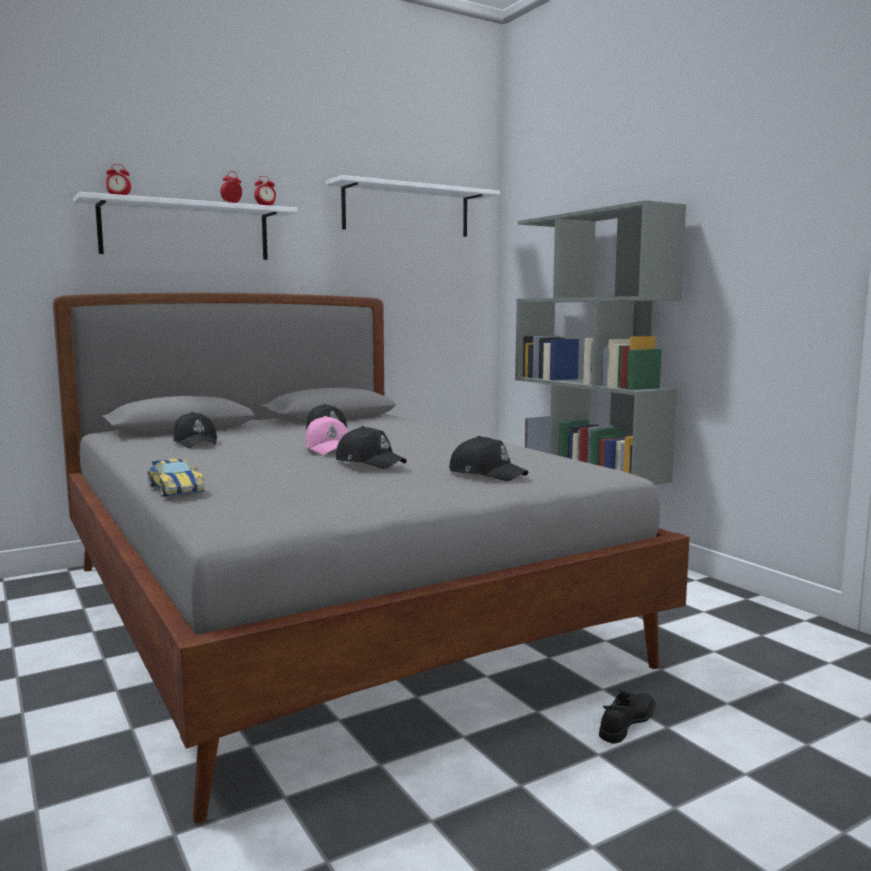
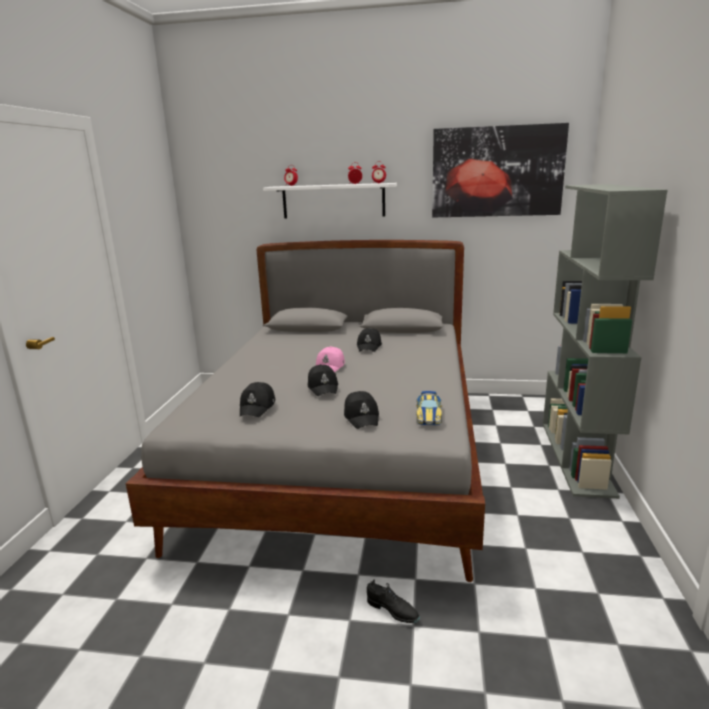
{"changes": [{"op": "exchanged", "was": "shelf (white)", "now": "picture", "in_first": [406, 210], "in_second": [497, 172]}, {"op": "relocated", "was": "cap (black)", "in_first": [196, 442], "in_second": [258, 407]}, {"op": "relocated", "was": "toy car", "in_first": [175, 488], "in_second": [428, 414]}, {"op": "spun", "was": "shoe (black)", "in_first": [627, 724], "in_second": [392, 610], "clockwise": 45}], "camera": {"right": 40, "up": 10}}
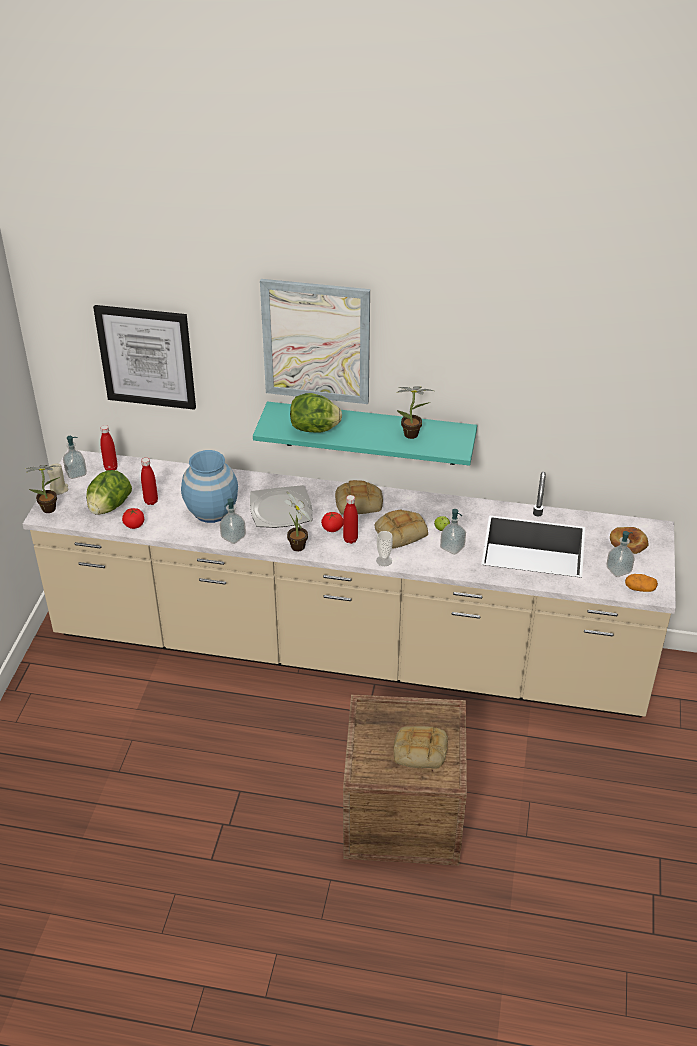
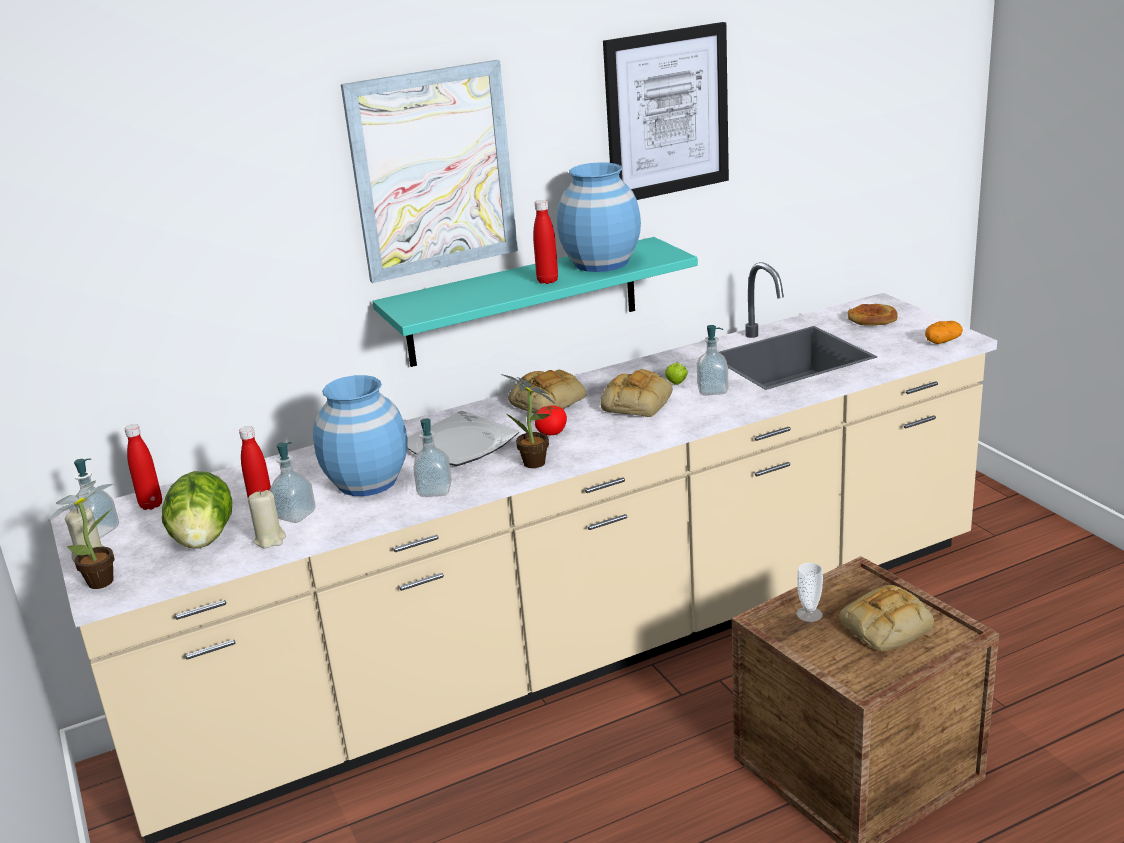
{"changes": [{"op": "relocated", "was": "picture", "in_first": [146, 357], "in_second": [667, 113]}, {"op": "exchanged", "was": "potted plant", "now": "vase (blue)", "in_first": [413, 435], "in_second": [601, 263]}, {"op": "missing", "was": "lettuce", "in_first": [314, 429]}, {"op": "relocated", "was": "bottle (red)", "in_first": [350, 539], "in_second": [547, 281]}, {"op": "exchanged", "was": "tomato", "now": "candle (beige)", "in_first": [134, 525], "in_second": [270, 539]}, {"op": "relocated", "was": "cup", "in_first": [384, 561], "in_second": [809, 614]}, {"op": "relocated", "was": "soap dispenser", "in_first": [618, 570], "in_second": [295, 515]}], "camera": {"right": -35, "up": -15}}
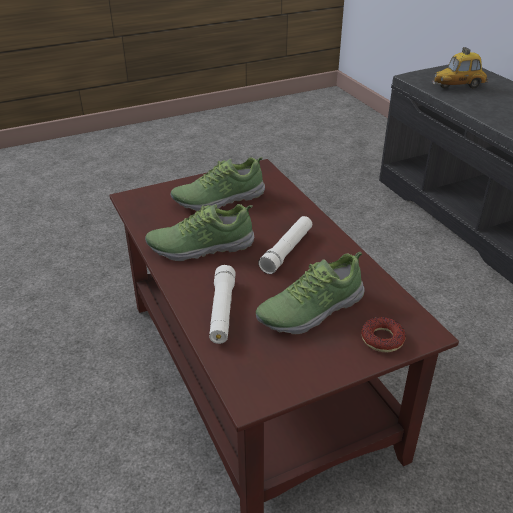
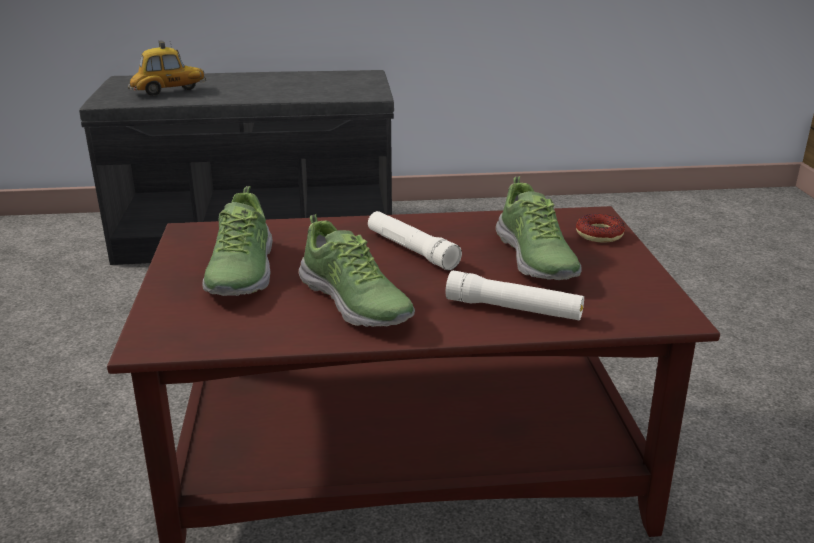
{"changes": [{"op": "spun", "was": "toy car", "in_first": [458, 86], "in_second": [168, 91], "clockwise": -120}, {"op": "spun", "was": "shoe", "in_first": [200, 246], "in_second": [355, 303], "clockwise": -45}], "camera": {"right": -70, "up": -10}}
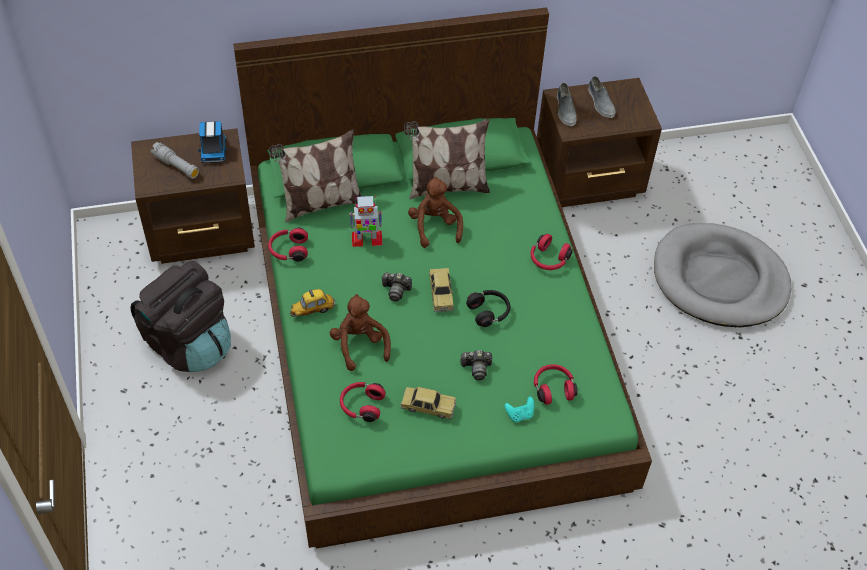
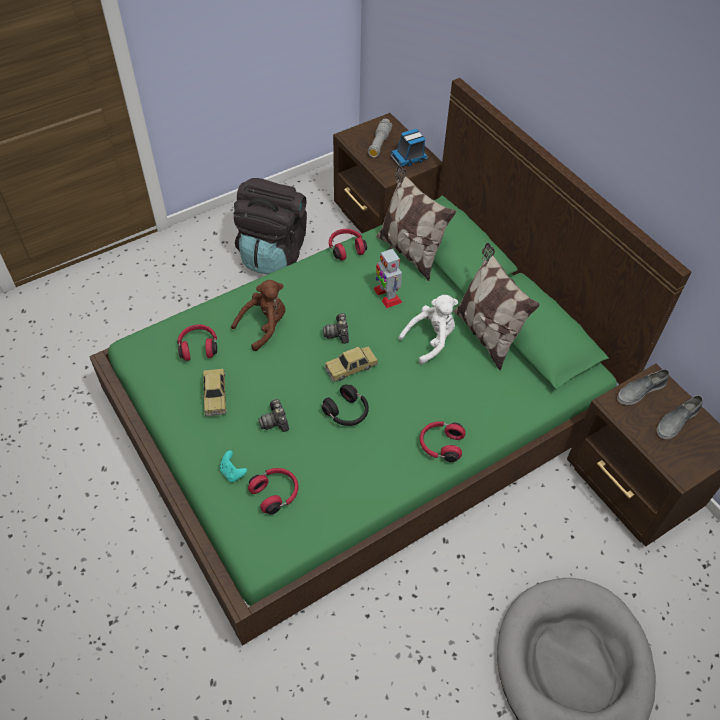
{"changes": [{"op": "colour", "was": "plush toy (brown)", "now": "plush toy (white)", "in_first": [435, 226], "in_second": [431, 340]}, {"op": "missing", "was": "toy car", "in_first": [312, 310]}], "camera": {"right": 70, "up": 0}}
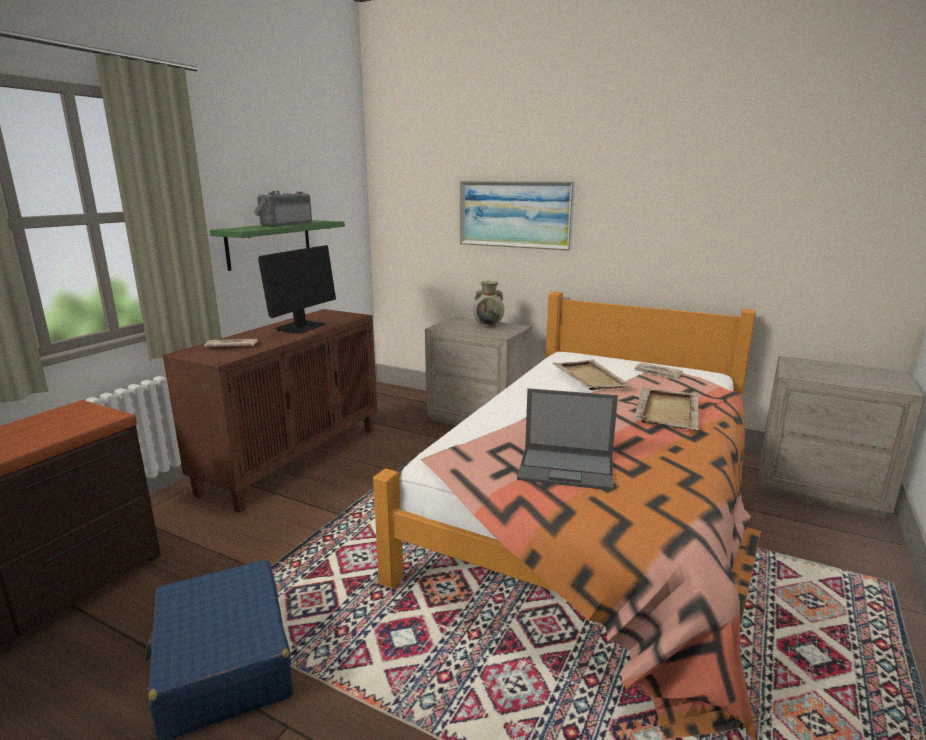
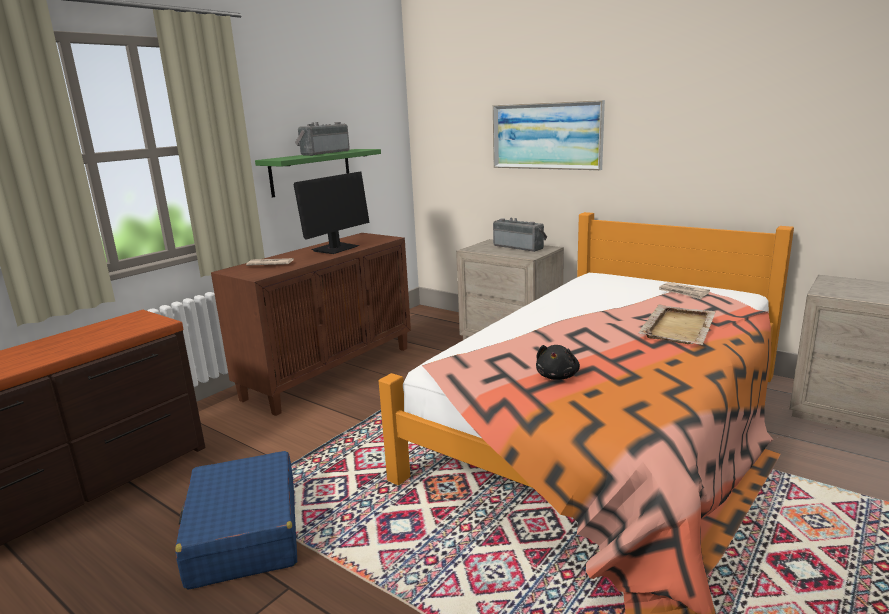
{"changes": [{"op": "exchanged", "was": "vase (beige)", "now": "radio", "in_first": [488, 325], "in_second": [520, 247]}, {"op": "missing", "was": "tray (beige)", "in_first": [590, 377]}, {"op": "exchanged", "was": "laptop", "now": "plush toy (black)", "in_first": [567, 468], "in_second": [557, 376]}], "camera": {"right": 10, "up": 0}}
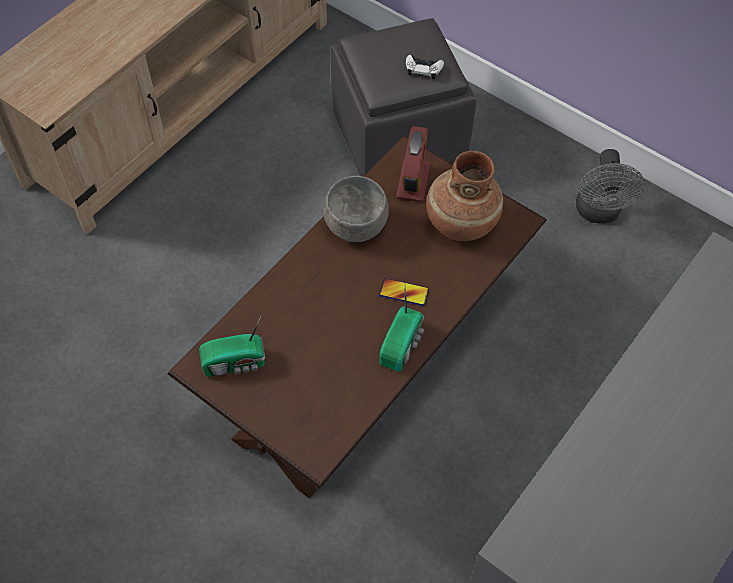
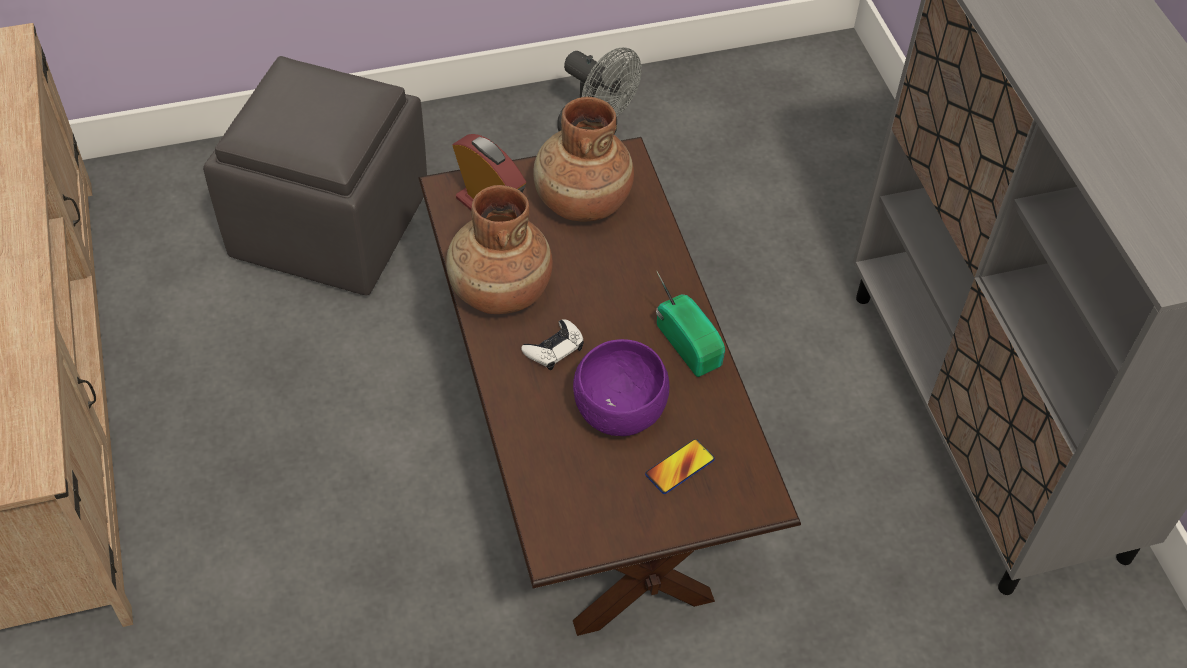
{"changes": [{"op": "relocated", "was": "game controller (white)", "in_first": [423, 69], "in_second": [554, 348]}, {"op": "exchanged", "was": "bowl (grey)", "now": "vase (brown)", "in_first": [355, 226], "in_second": [500, 291]}, {"op": "relocated", "was": "phone", "in_first": [403, 292], "in_second": [679, 467]}, {"op": "missing", "was": "radio", "in_first": [236, 363]}, {"op": "appeared", "now": "bowl (purple)", "in_second": [618, 411]}], "camera": {"right": -55, "up": -5}}
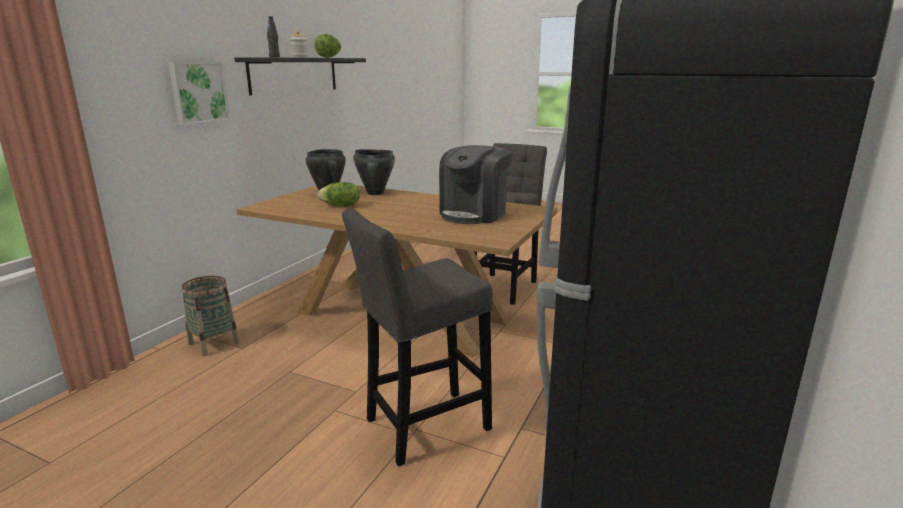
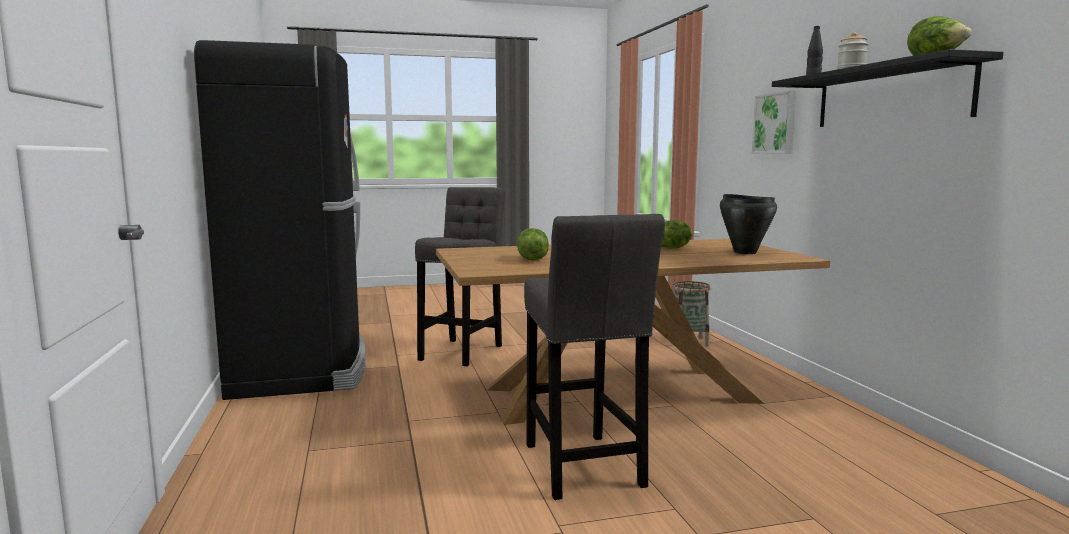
{"changes": [{"op": "exchanged", "was": "coffee machine", "now": "lettuce", "in_first": [474, 214], "in_second": [531, 259]}, {"op": "missing", "was": "cooking pot (black)", "in_first": [375, 193]}], "camera": {"right": 140, "up": -10}}
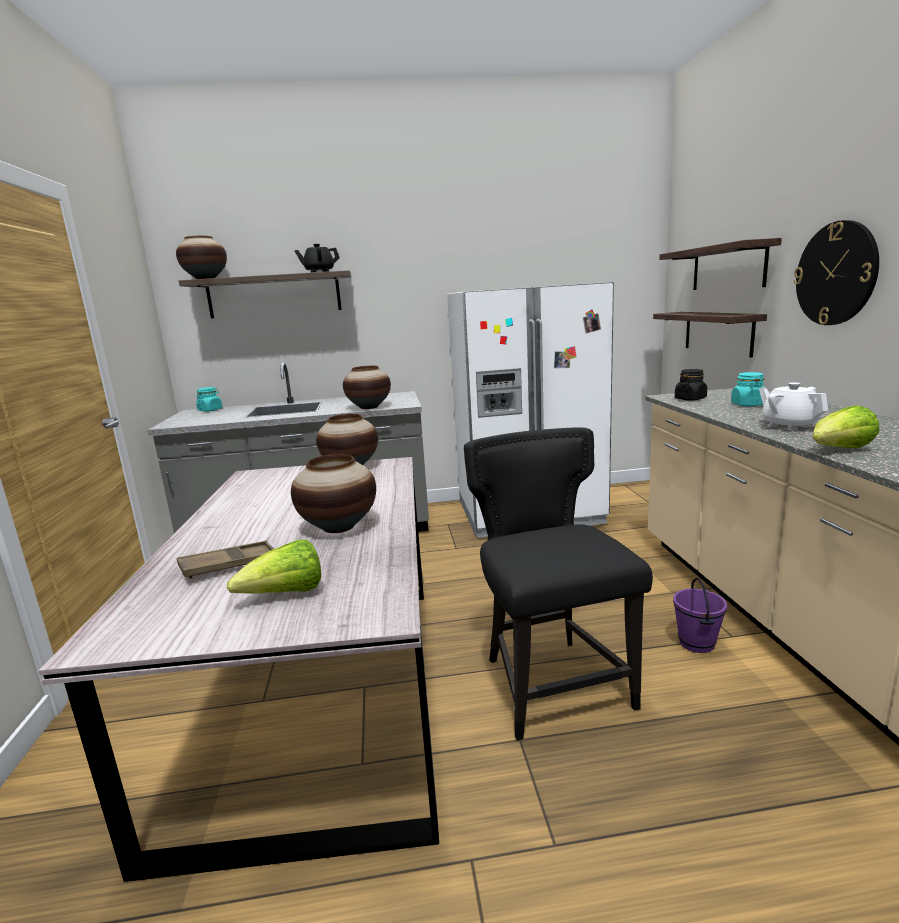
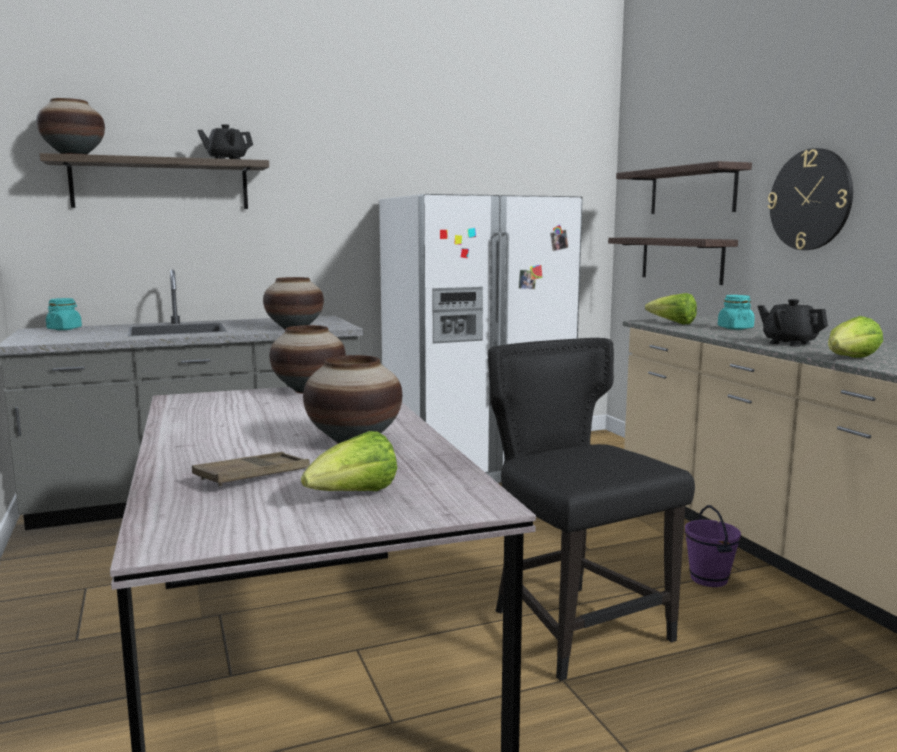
{"changes": [{"op": "exchanged", "was": "jar (black)", "now": "lettuce", "in_first": [690, 399], "in_second": [673, 323]}, {"op": "colour", "was": "teapot (white)", "now": "teapot (black)", "in_first": [789, 426], "in_second": [789, 343]}], "camera": {"right": -15, "up": -5}}
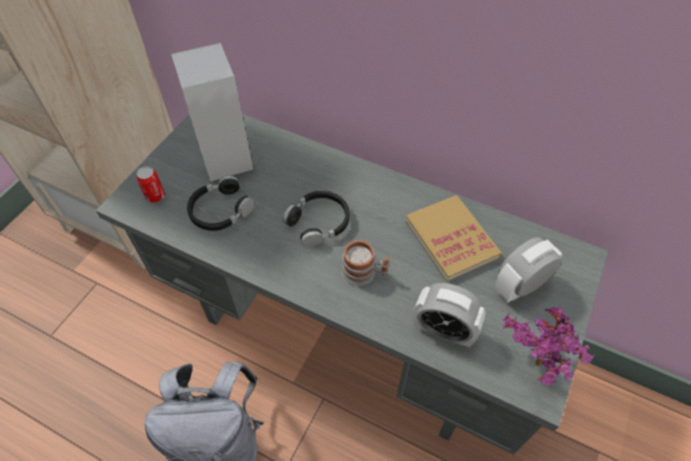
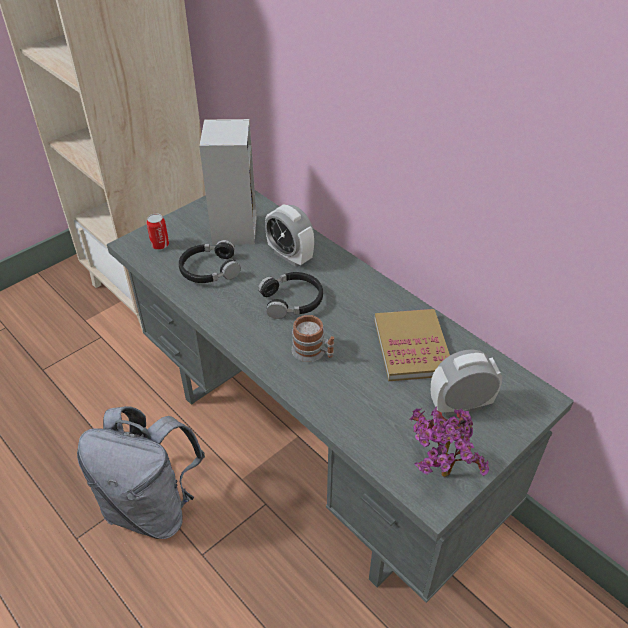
{"changes": [{"op": "relocated", "was": "alarm clock", "in_first": [443, 331], "in_second": [290, 256]}], "camera": {"right": 20, "up": -10}}
